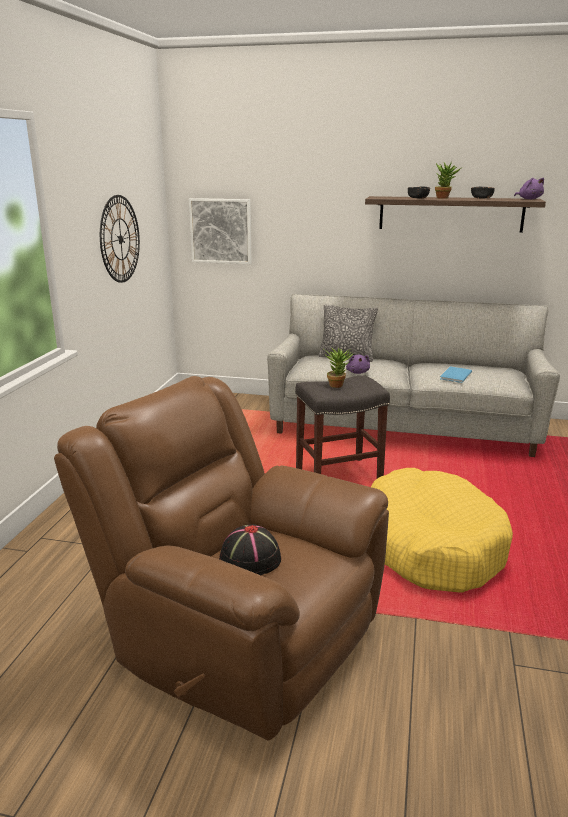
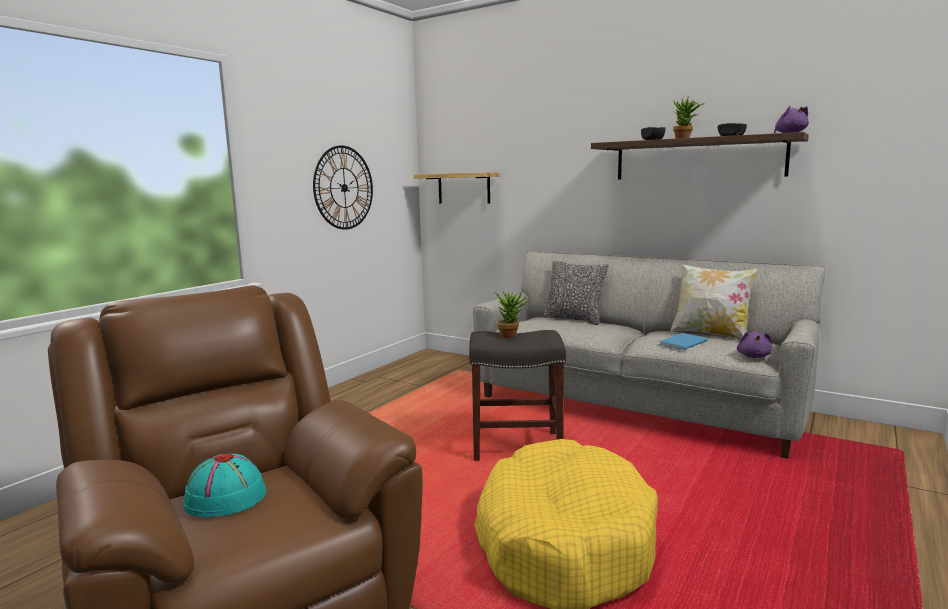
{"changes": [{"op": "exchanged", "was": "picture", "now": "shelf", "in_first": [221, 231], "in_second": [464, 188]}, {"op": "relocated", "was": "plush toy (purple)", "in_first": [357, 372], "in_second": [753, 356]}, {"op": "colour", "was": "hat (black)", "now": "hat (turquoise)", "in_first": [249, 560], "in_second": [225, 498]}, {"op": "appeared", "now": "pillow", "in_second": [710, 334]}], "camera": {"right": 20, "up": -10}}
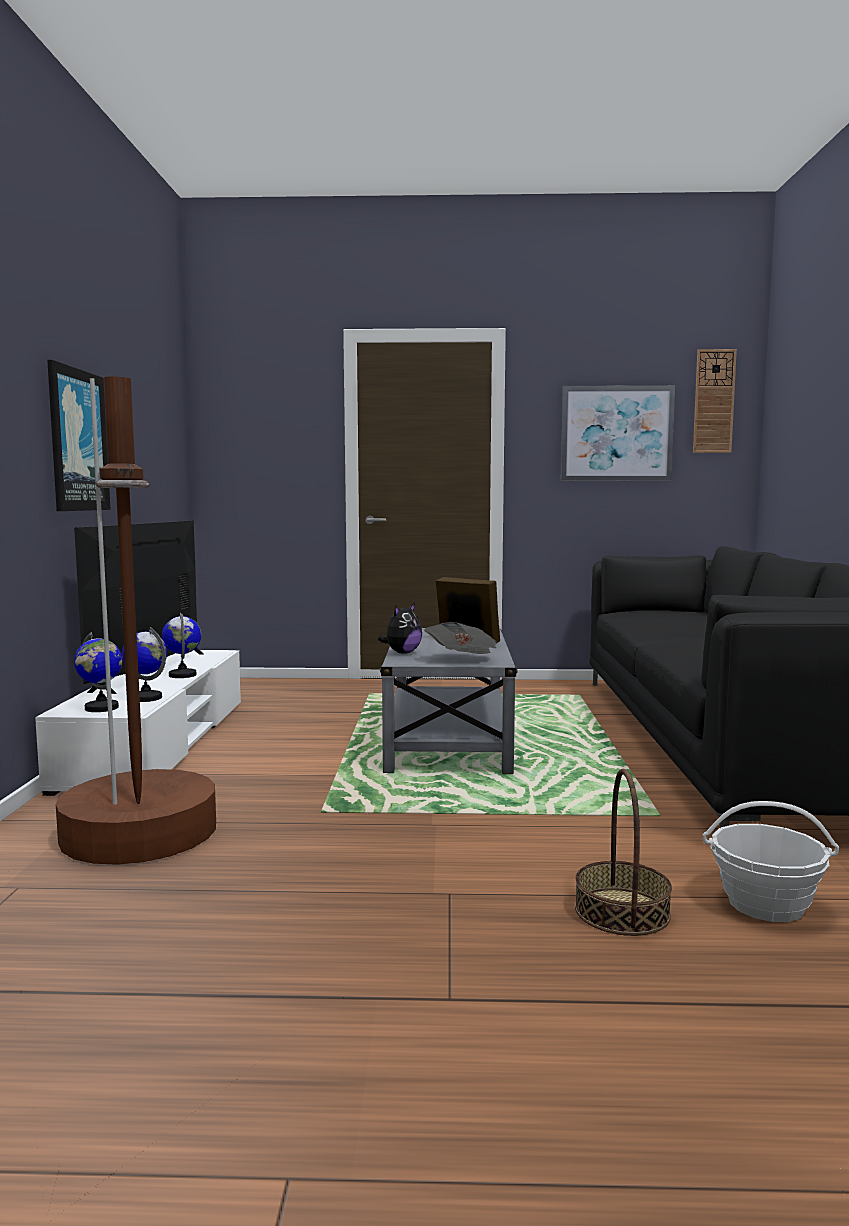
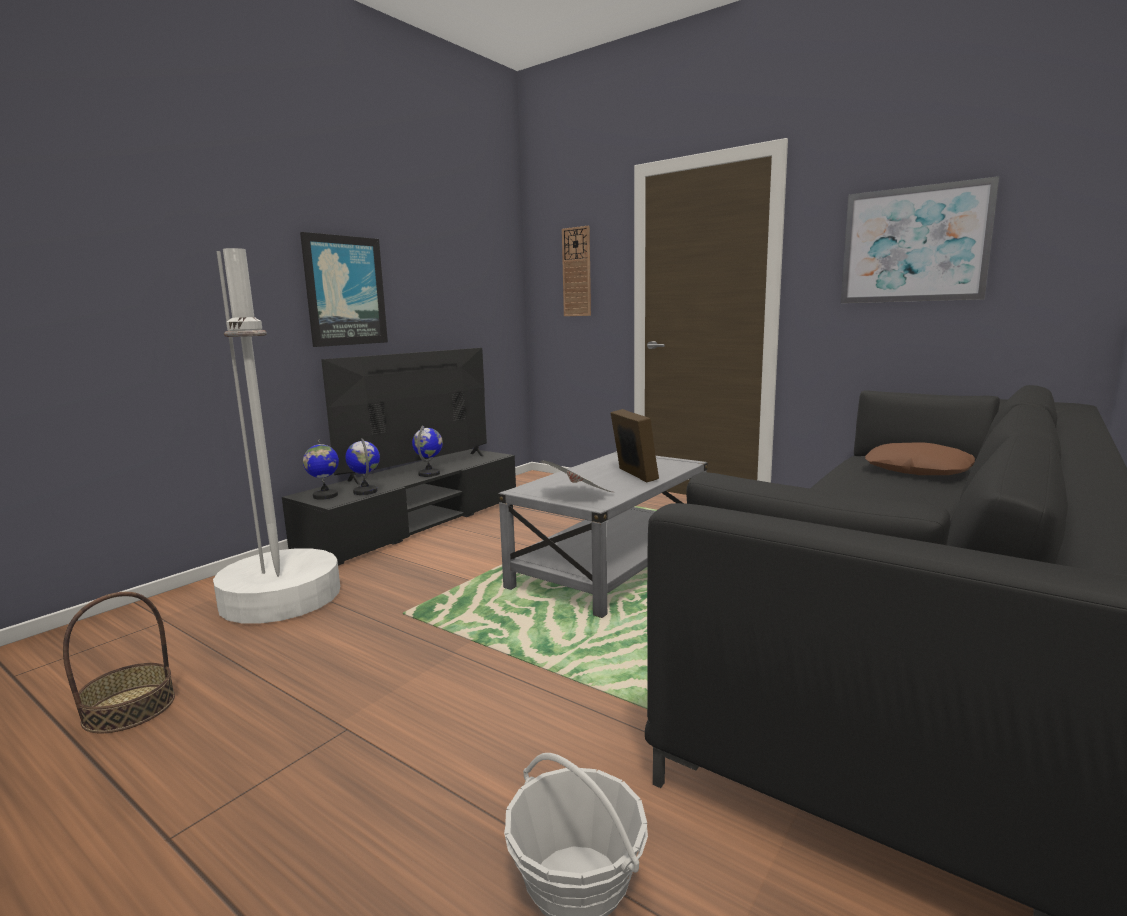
{"changes": [{"op": "relocated", "was": "wall clock", "in_first": [714, 401], "in_second": [577, 272]}, {"op": "colour", "was": "floor lamp (brown)", "now": "floor lamp (white)", "in_first": [140, 833], "in_second": [281, 598]}, {"op": "missing", "was": "plush toy", "in_first": [402, 653]}, {"op": "colour", "was": "tv stand (white)", "now": "tv stand (black)", "in_first": [158, 742], "in_second": [415, 523]}, {"op": "relocated", "was": "basket", "in_first": [621, 911], "in_second": [129, 708]}, {"op": "appeared", "now": "pillow (brown)", "in_second": [917, 470]}], "camera": {"right": 35, "up": 5}}
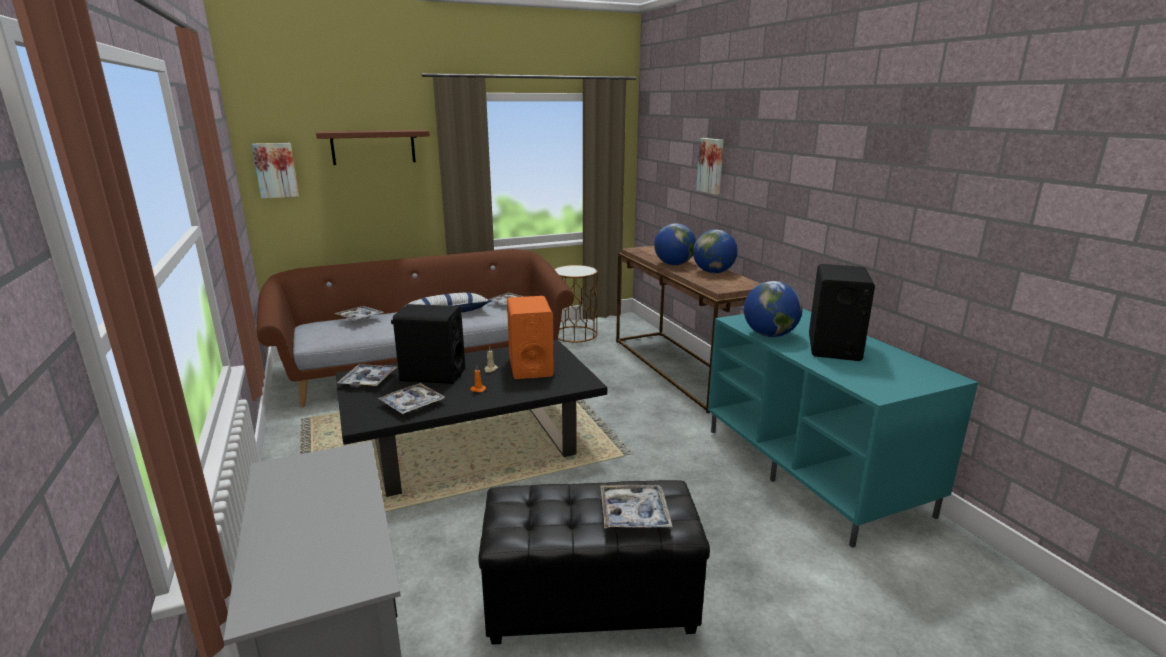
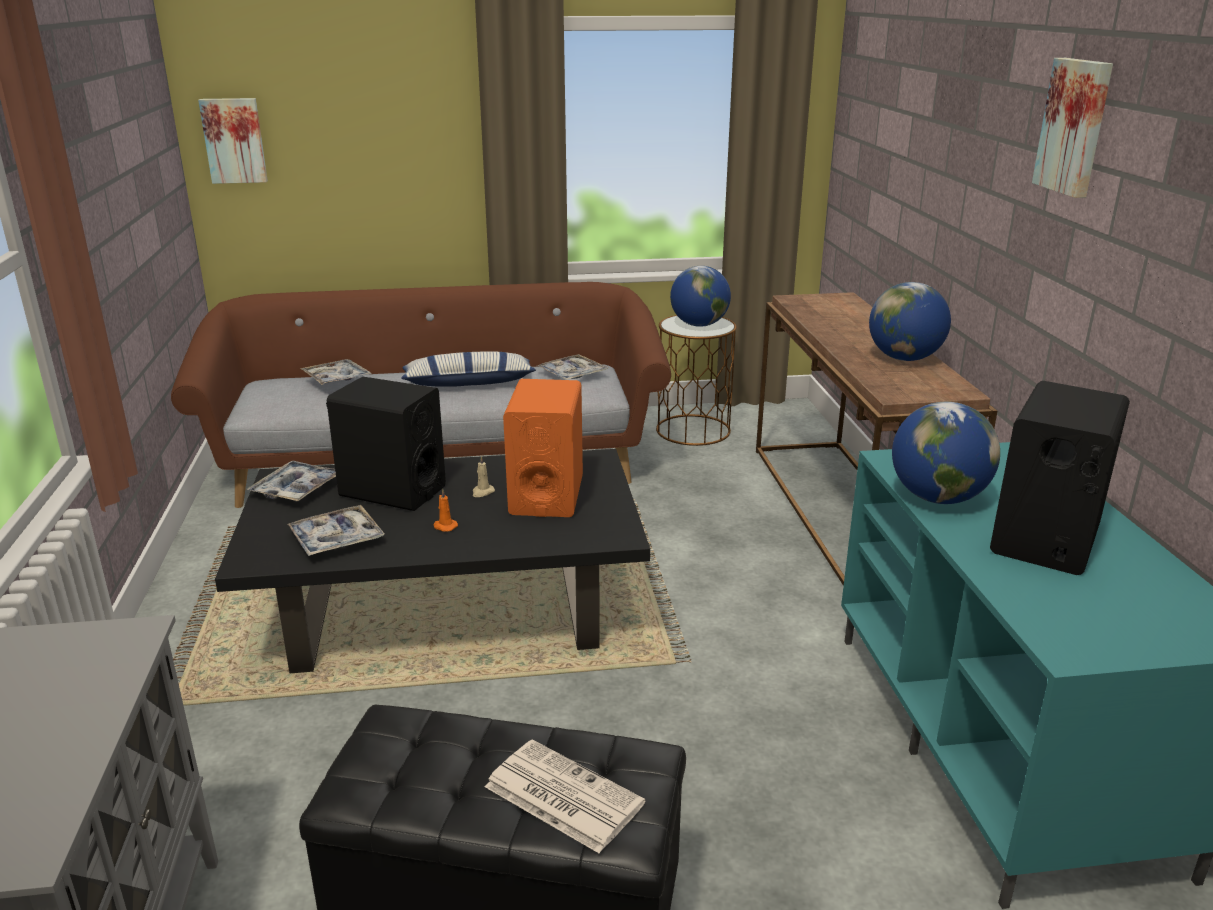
{"changes": [{"op": "missing", "was": "shelf (brown)", "in_first": [373, 147]}, {"op": "relocated", "was": "picture", "in_first": [711, 165], "in_second": [1075, 126]}, {"op": "relocated", "was": "globe", "in_first": [674, 264], "in_second": [699, 325]}, {"op": "exchanged", "was": "tray", "now": "newspaper", "in_first": [634, 514], "in_second": [561, 795]}], "camera": {"right": 15, "up": 5}}
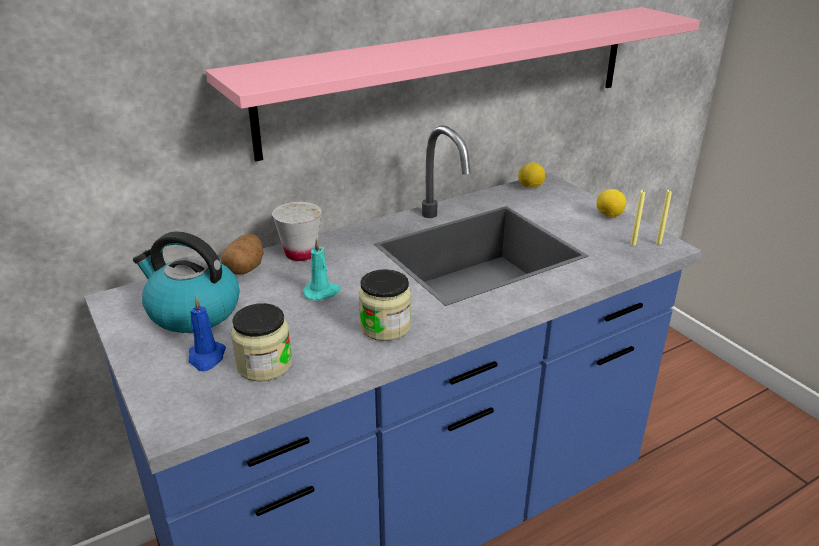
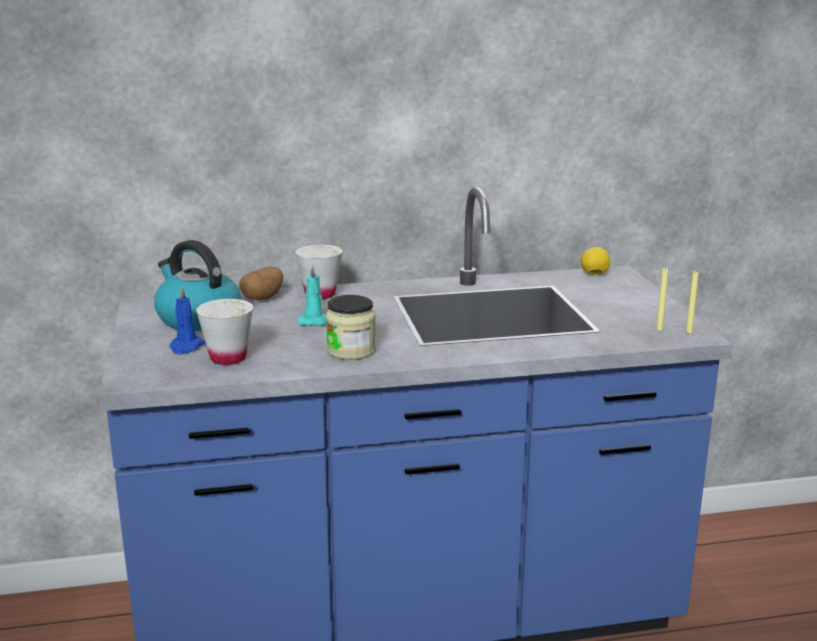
{"changes": [{"op": "missing", "was": "shelf (pink)", "in_first": [456, 77]}, {"op": "missing", "was": "lemon", "in_first": [609, 216]}, {"op": "exchanged", "was": "jar", "now": "cup (white)", "in_first": [264, 365], "in_second": [228, 358]}], "camera": {"right": 20, "up": -10}}
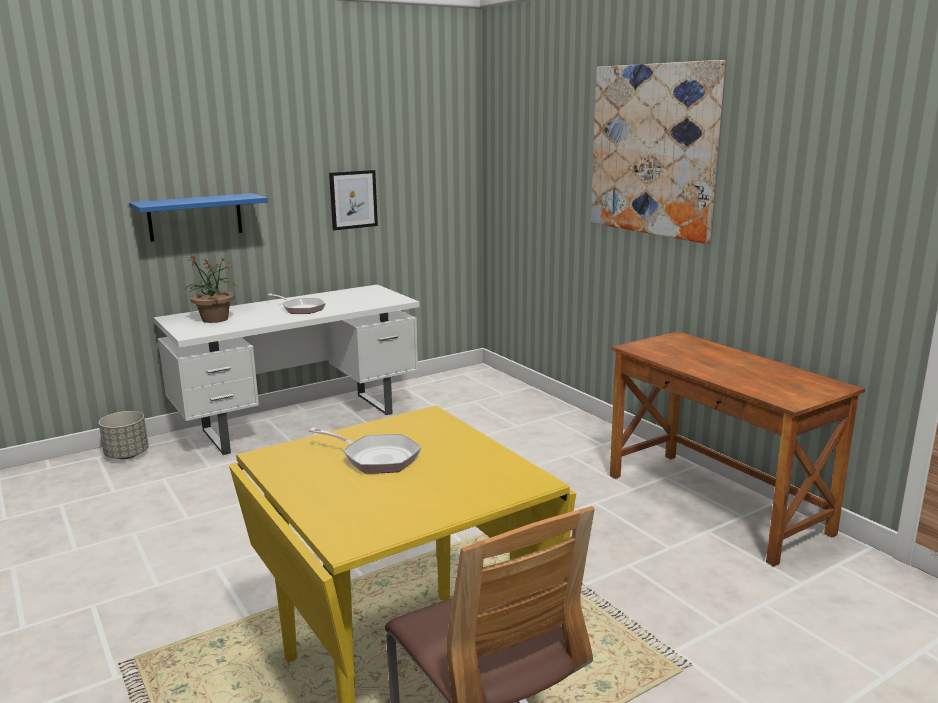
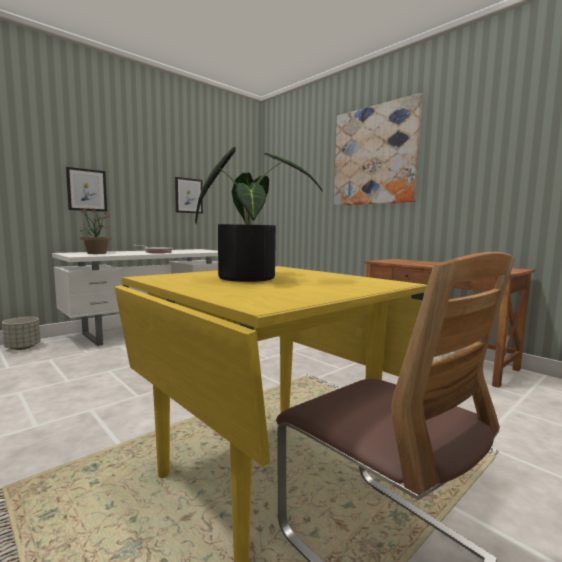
{"changes": [{"op": "exchanged", "was": "shelf (blue)", "now": "picture", "in_first": [195, 217], "in_second": [87, 190]}, {"op": "exchanged", "was": "frying pan", "now": "potted plant", "in_first": [376, 458], "in_second": [250, 277]}], "camera": {"right": -10, "up": -10}}
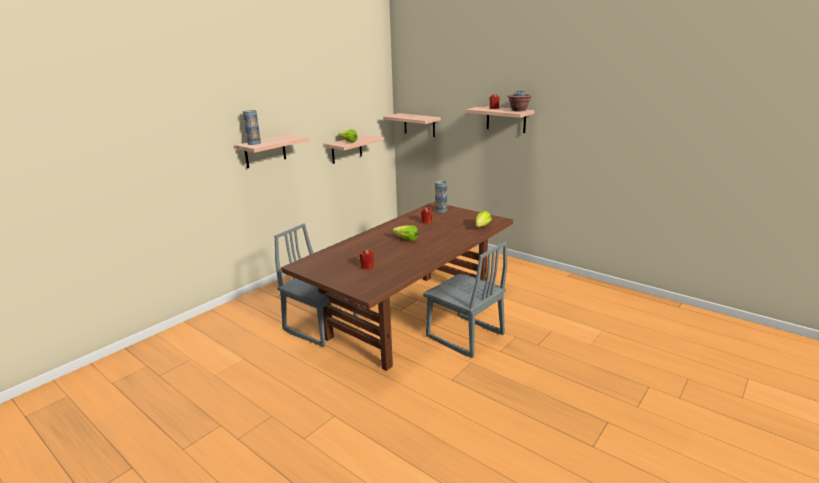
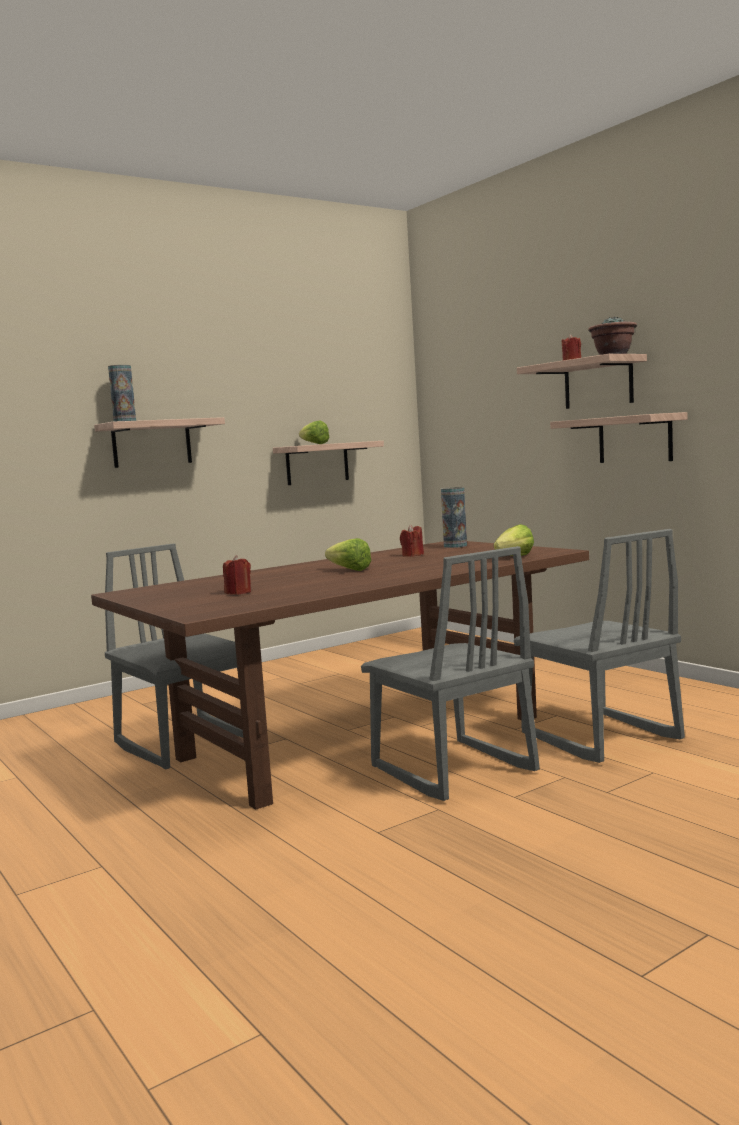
{"changes": [{"op": "relocated", "was": "shelf", "in_first": [419, 125], "in_second": [635, 439]}, {"op": "appeared", "now": "chair (grey)", "in_second": [599, 738]}], "camera": {"right": 15, "up": -15}}
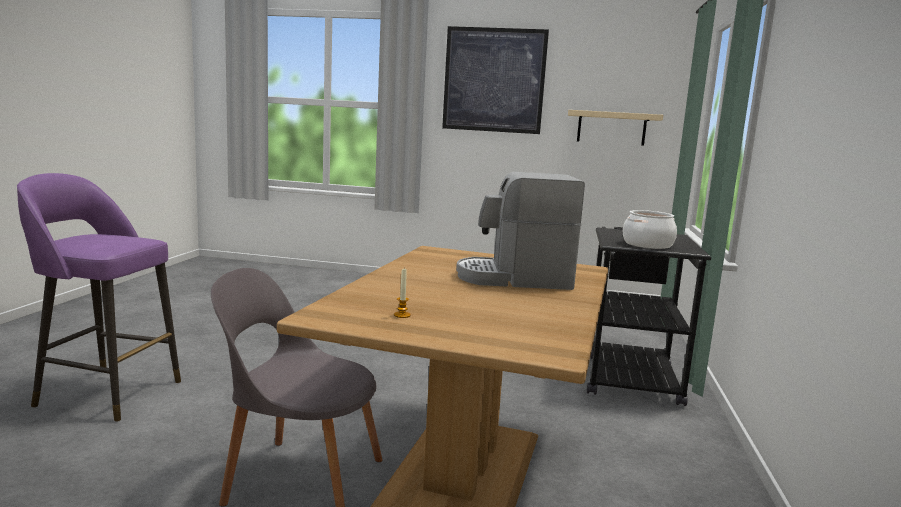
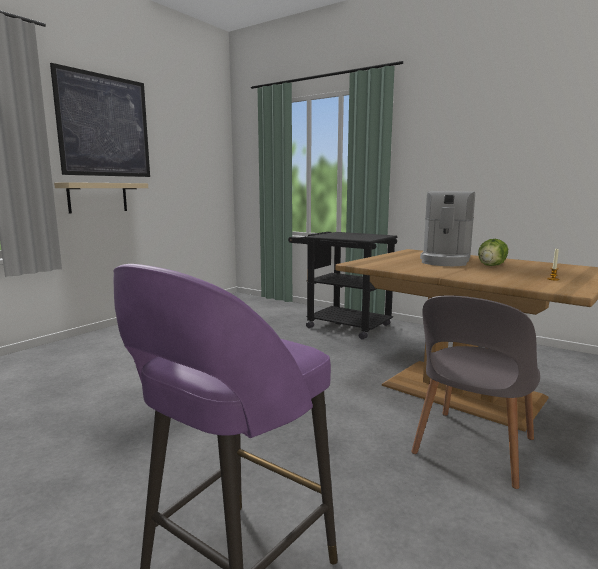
{"changes": [{"op": "relocated", "was": "shelf (beige)", "in_first": [611, 128], "in_second": [97, 197]}, {"op": "missing", "was": "cooking pot", "in_first": [647, 244]}, {"op": "appeared", "now": "lettuce", "in_second": [492, 266]}], "camera": {"right": -65, "up": 0}}
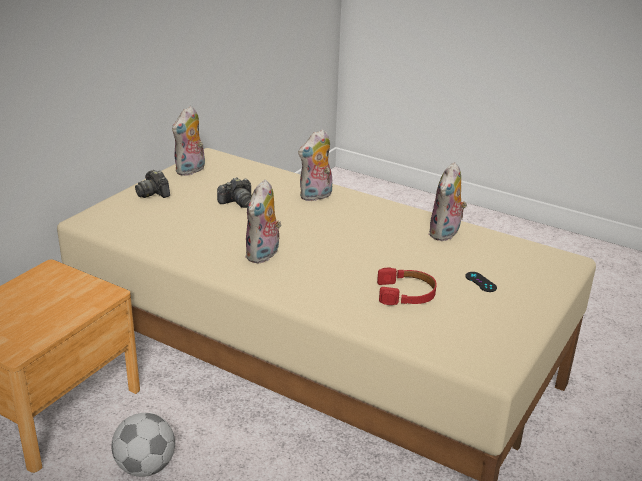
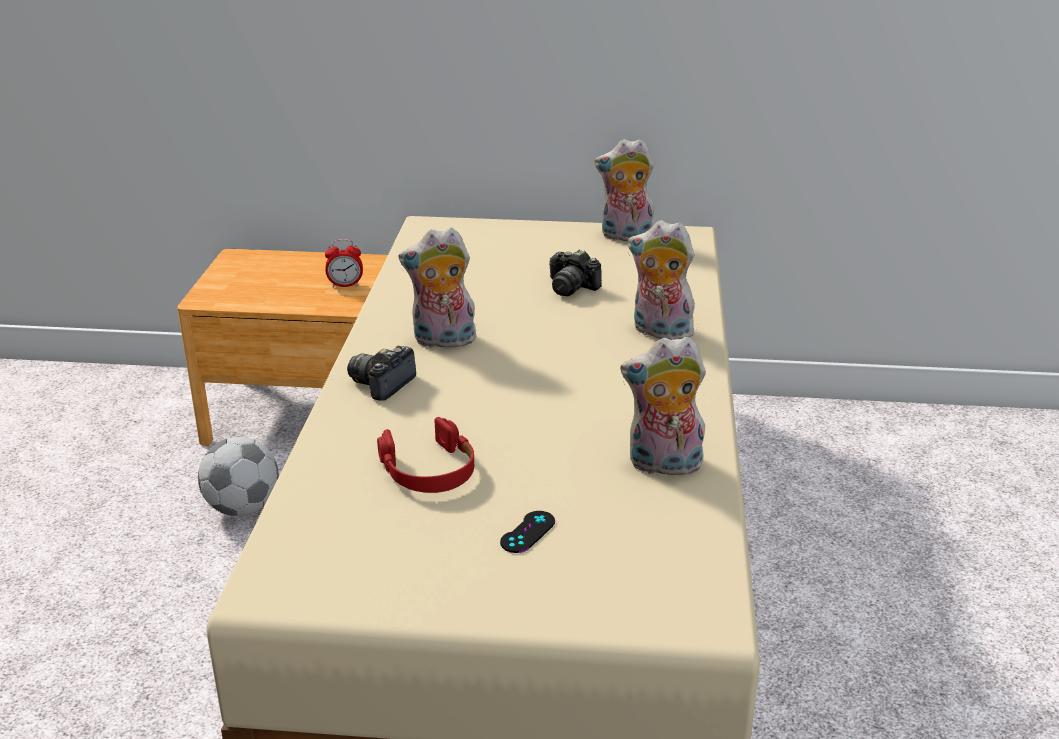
{"changes": [{"op": "relocated", "was": "photo camera", "in_first": [153, 193], "in_second": [383, 384]}, {"op": "appeared", "now": "alarm clock", "in_second": [345, 285]}], "camera": {"right": 65, "up": 0}}
